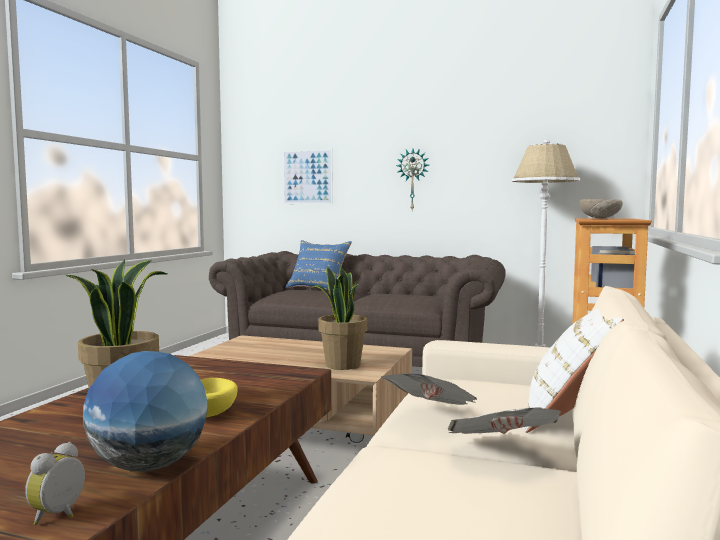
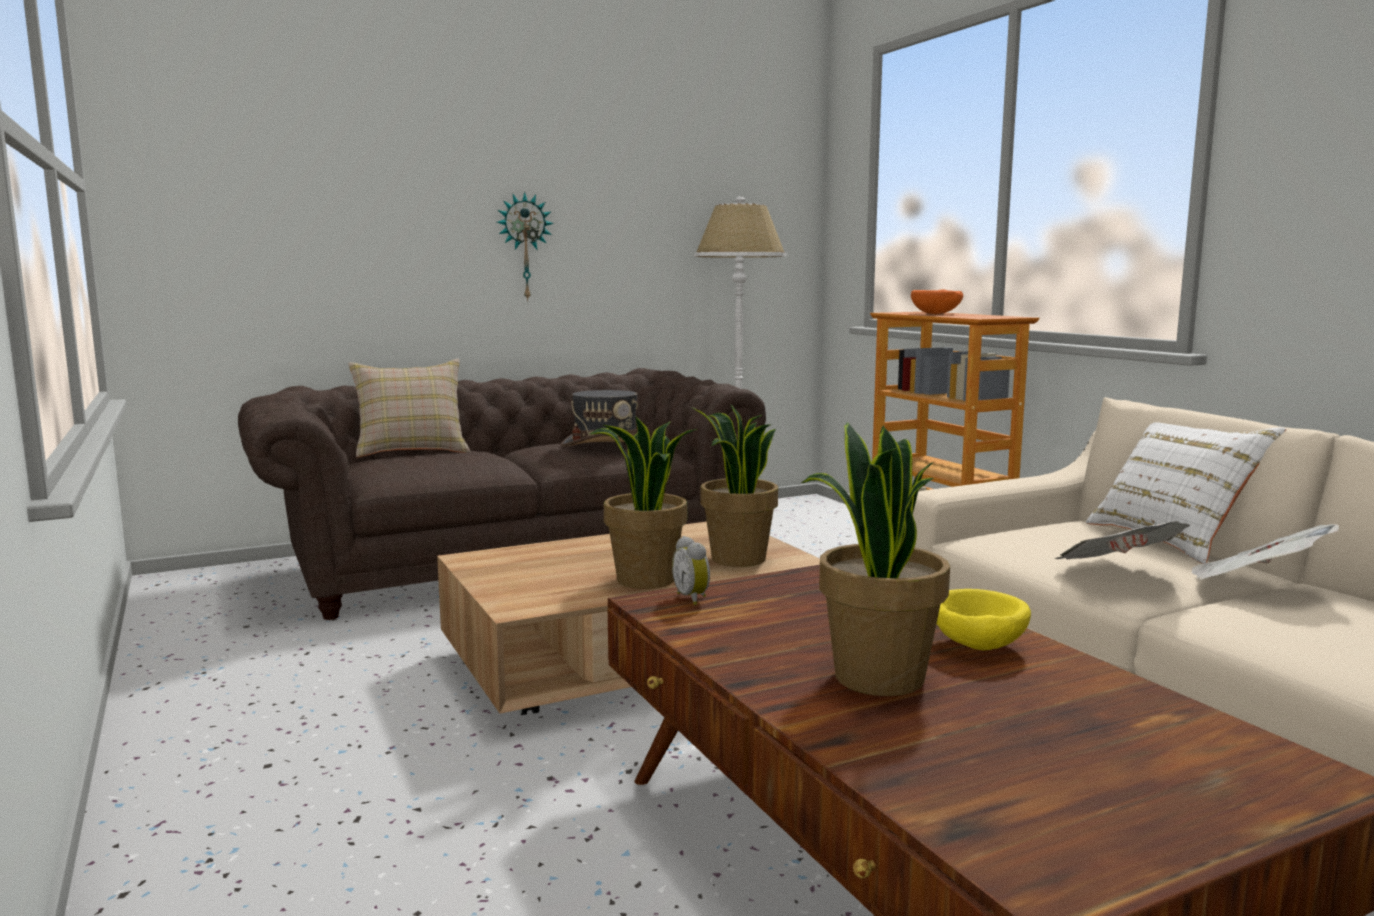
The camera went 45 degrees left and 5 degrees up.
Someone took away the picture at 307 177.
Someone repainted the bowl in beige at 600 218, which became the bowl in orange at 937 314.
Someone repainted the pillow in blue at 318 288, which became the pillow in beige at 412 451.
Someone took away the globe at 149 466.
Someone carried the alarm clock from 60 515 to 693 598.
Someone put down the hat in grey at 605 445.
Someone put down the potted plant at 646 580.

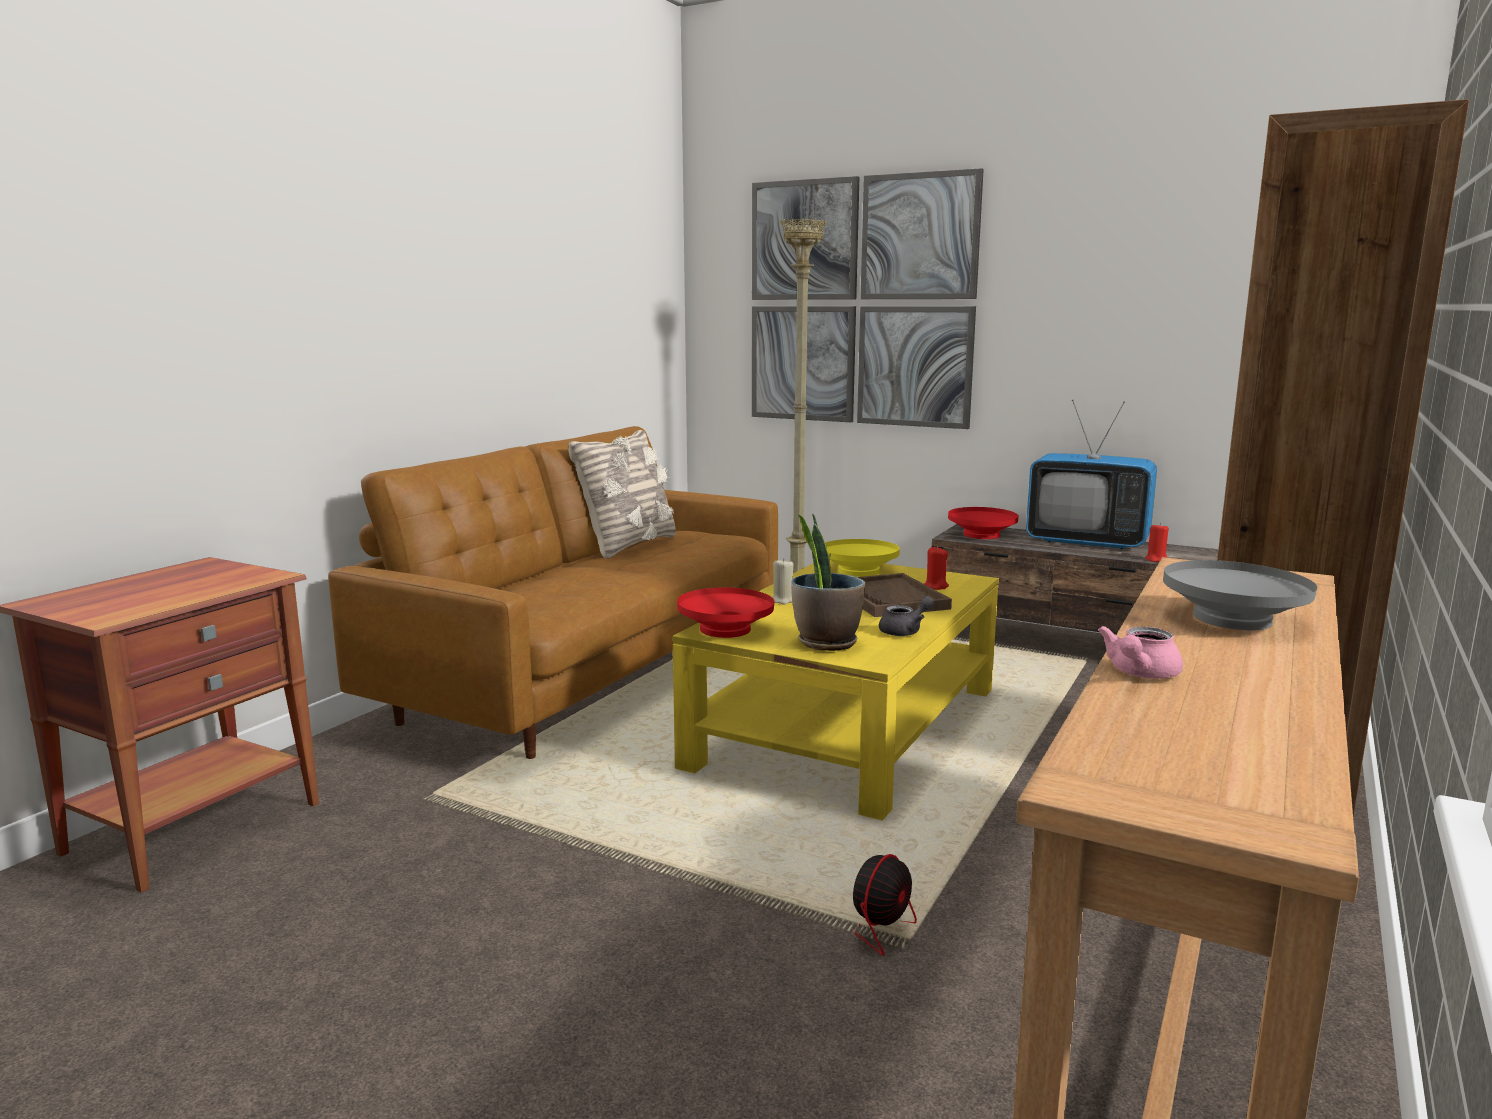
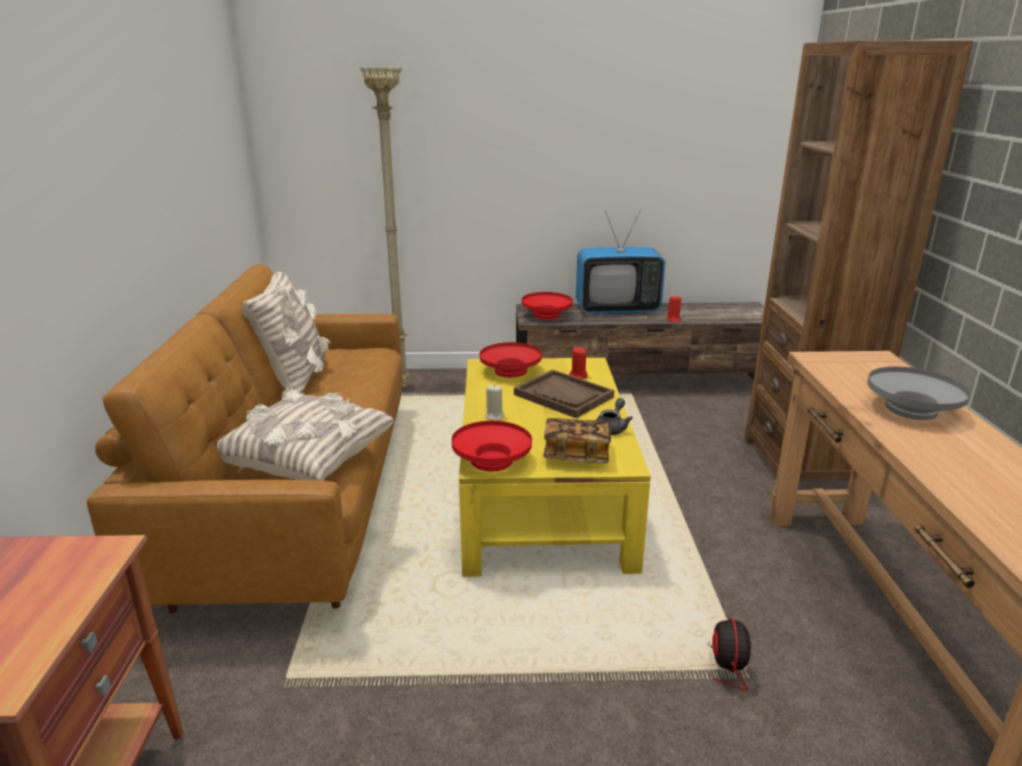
The camera went 30 degrees left and 10 degrees up.
Someone took away the picture at 859 302.
Someone swapped the potted plant at 826 643 for the book at 576 455.
Someone repainted the bowl in yellow at 858 571, which became the bowl in red at 510 371.
Someone took away the teapot in pink at 1139 674.
Someone put down the pillow in beige at 308 460.

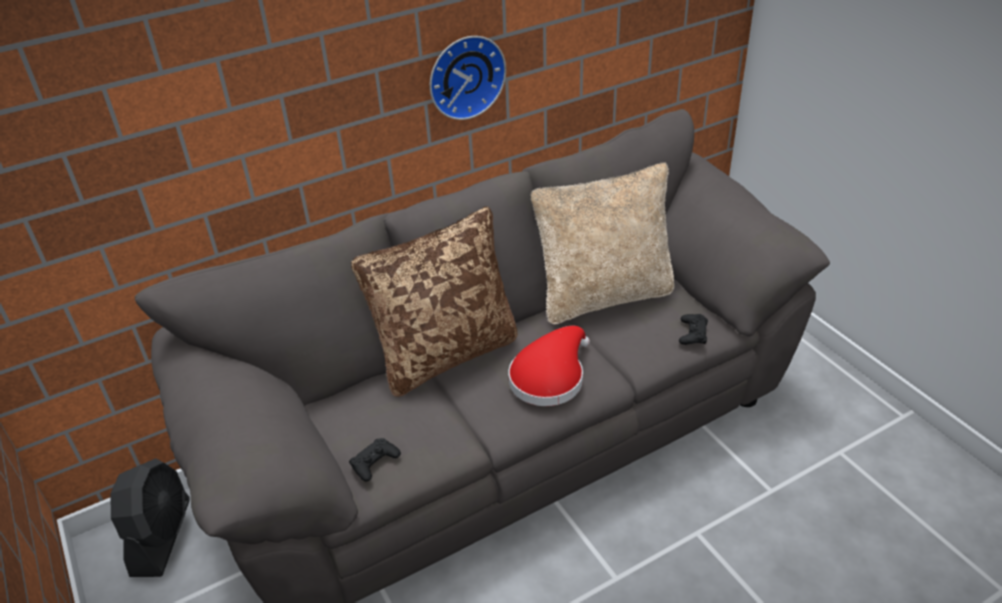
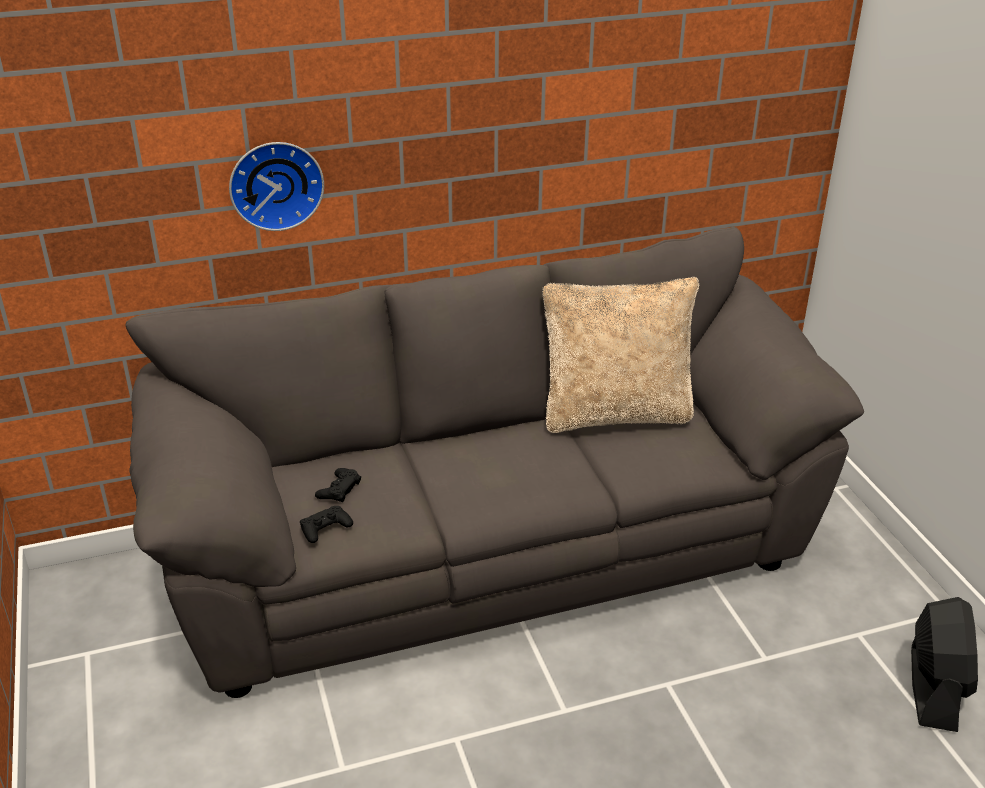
The camera went 10 degrees right and 5 degrees down.
Someone carried the wall clock from 465 76 to 275 184.
Someone took away the pillow in brown at 449 357.
Someone carried the game controller in black from 693 333 to 339 489.
Someone took away the hat in red at 549 377.
Someone carried the fan in black from 161 536 to 933 688.

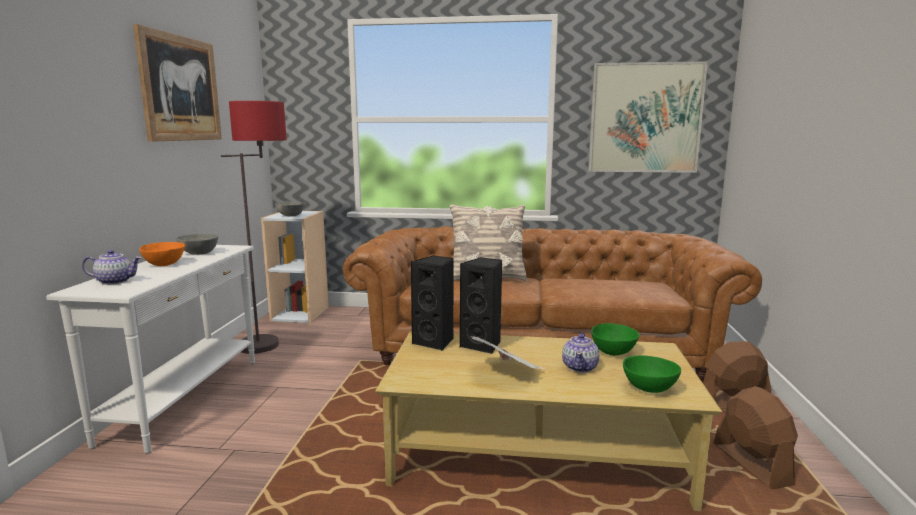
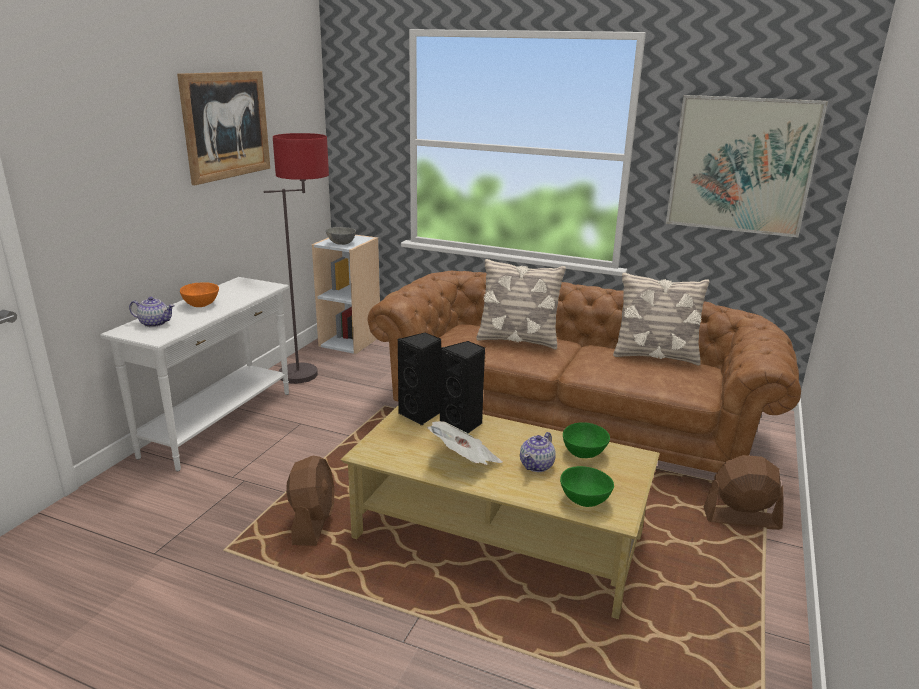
The camera went 15 degrees right and 10 degrees up.
Someone took away the bowl in grey at 198 253.
Someone carried the fan in brown from 751 464 to 313 522.
Someone put down the pillow in beige at 655 357.

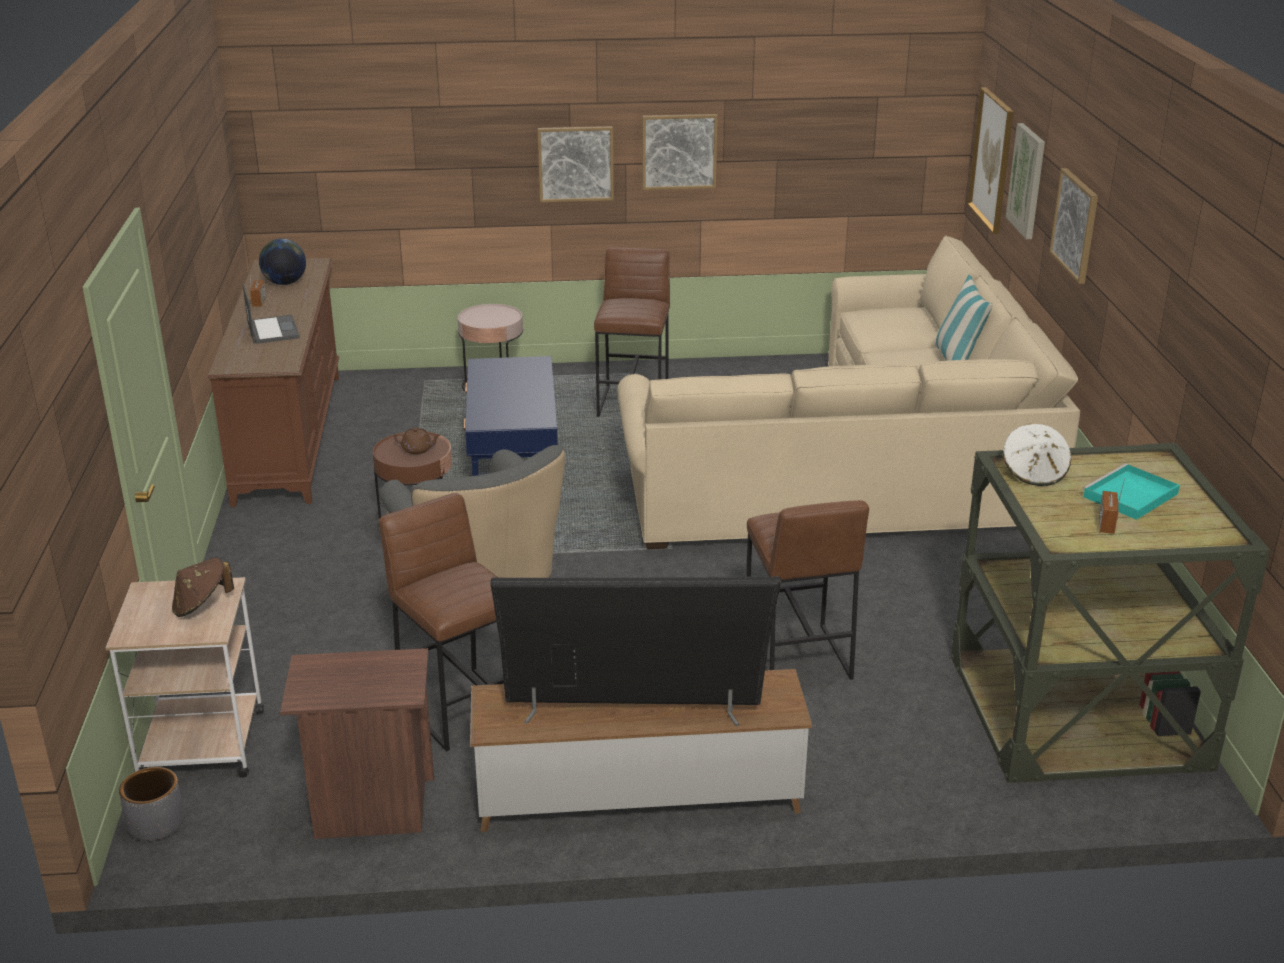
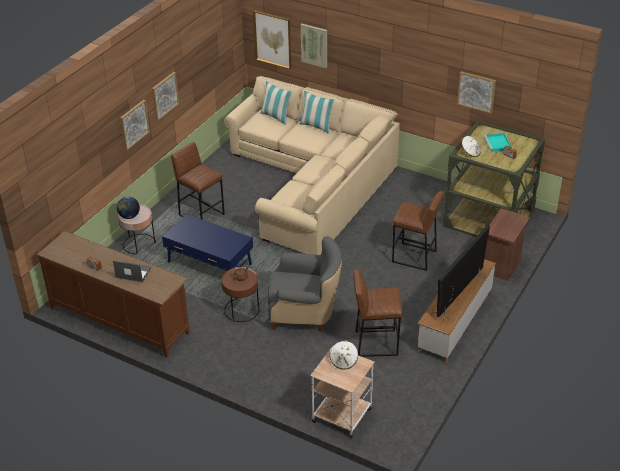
The camera went 55 degrees left and 10 degrees up.
Someone carried the picture from 1075 225 to 476 92.
Someone carried the globe from 285 283 to 129 216.
Someone repainted the hat in brown at 201 605, which became the hat in white at 344 361.
Someone carried the nightstand in brown from 369 808 to 501 267.
Someone took away the planter in grey at 155 824.
Someone put down the pillow at 276 117.

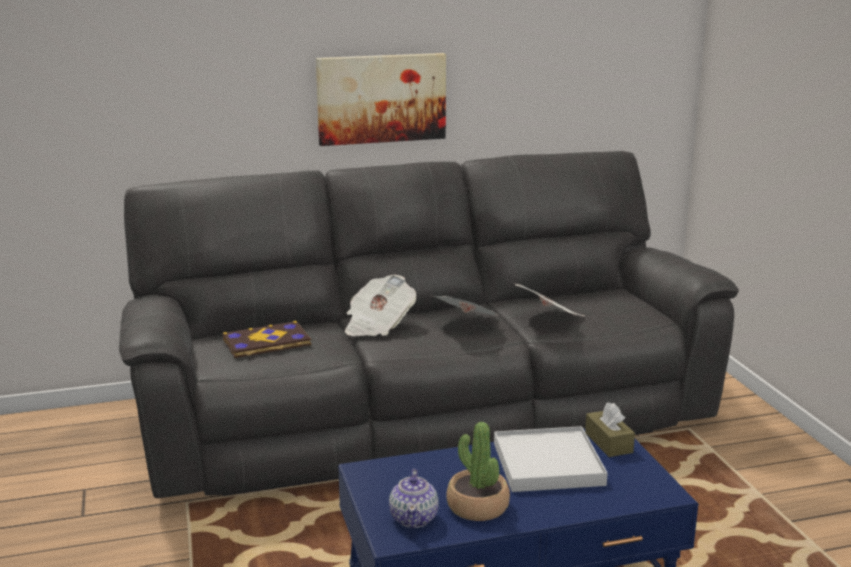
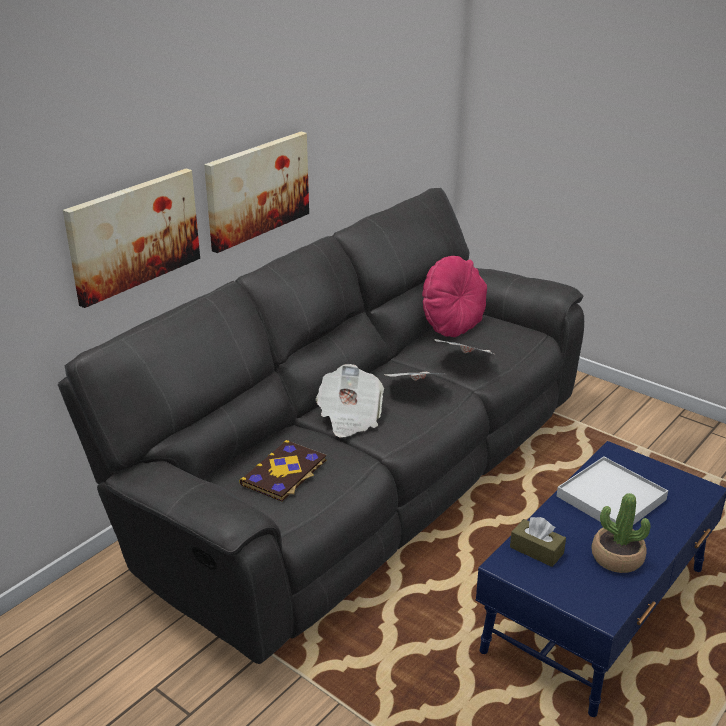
The camera went 35 degrees left and 10 degrees up.
Someone carried the tissue box in brown from 608 442 to 536 550.
Someone took away the teapot at 414 518.
Someone put up the picture at 133 235.
Someone put down the pillow in pink at 452 328.

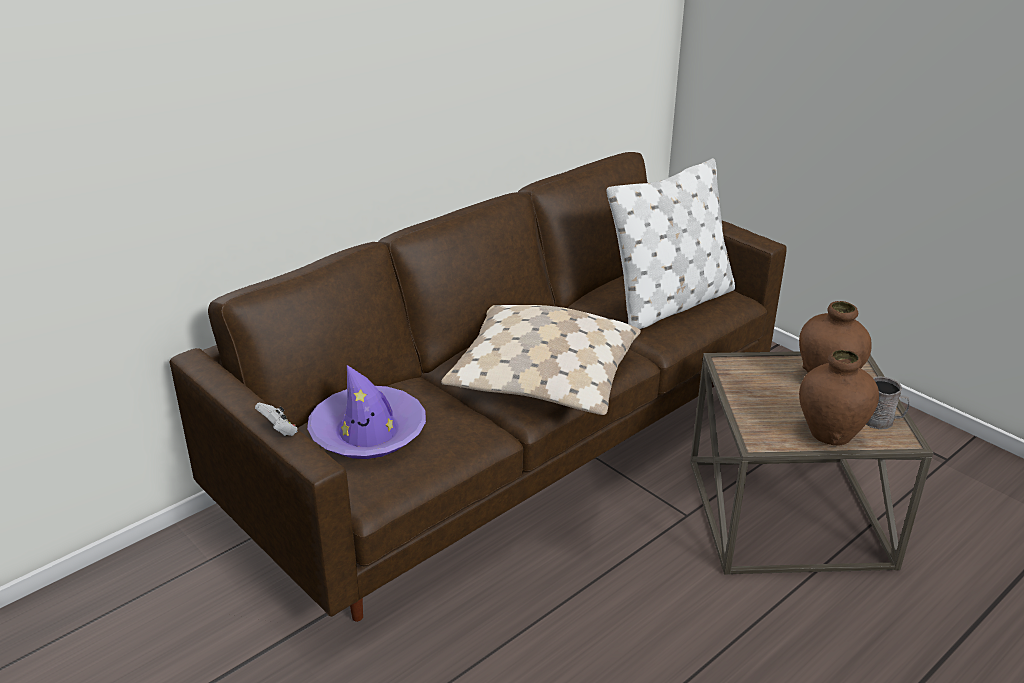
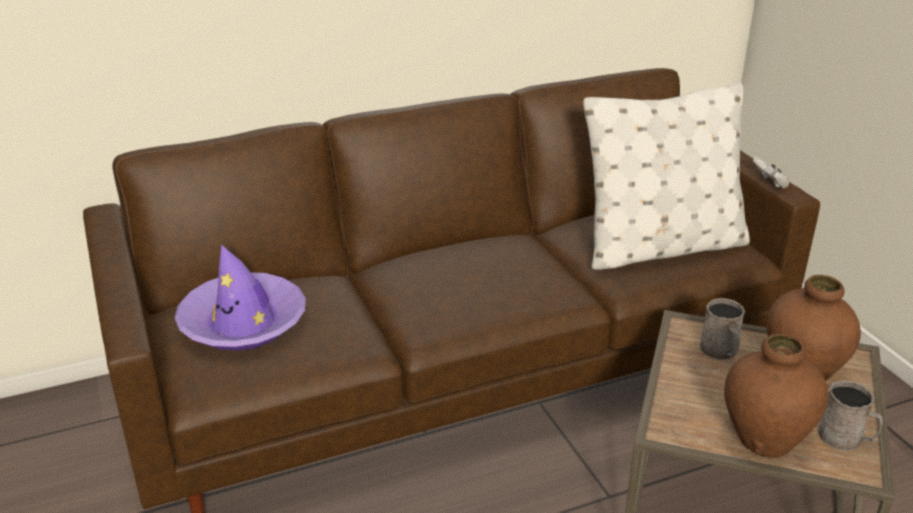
The camera went 20 degrees right and 0 degrees up.
Someone took away the pillow in beige at 543 379.
Someone carried the game controller in white from 279 430 to 770 183.
Someone put down the mug in grey at 721 352.

